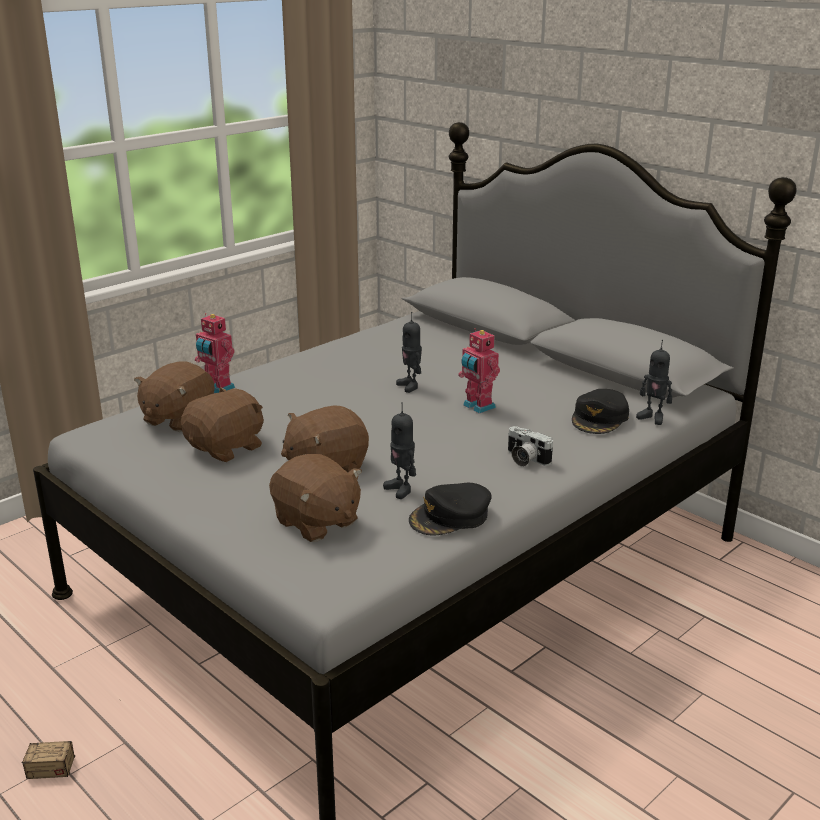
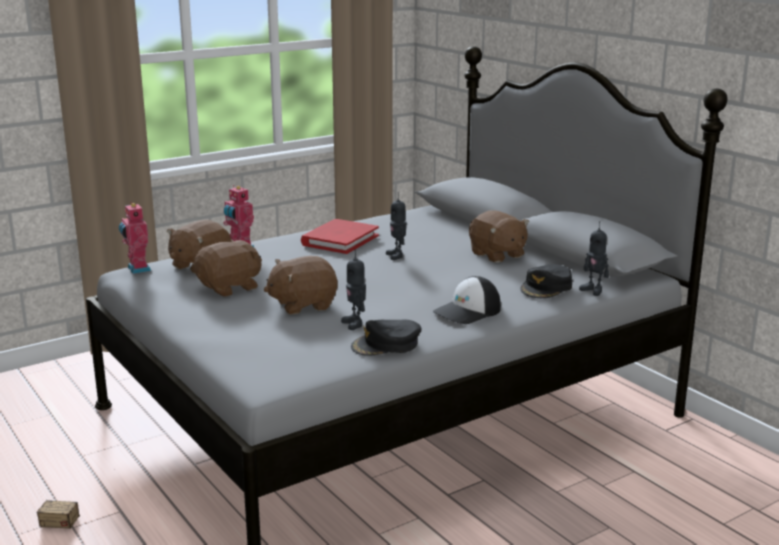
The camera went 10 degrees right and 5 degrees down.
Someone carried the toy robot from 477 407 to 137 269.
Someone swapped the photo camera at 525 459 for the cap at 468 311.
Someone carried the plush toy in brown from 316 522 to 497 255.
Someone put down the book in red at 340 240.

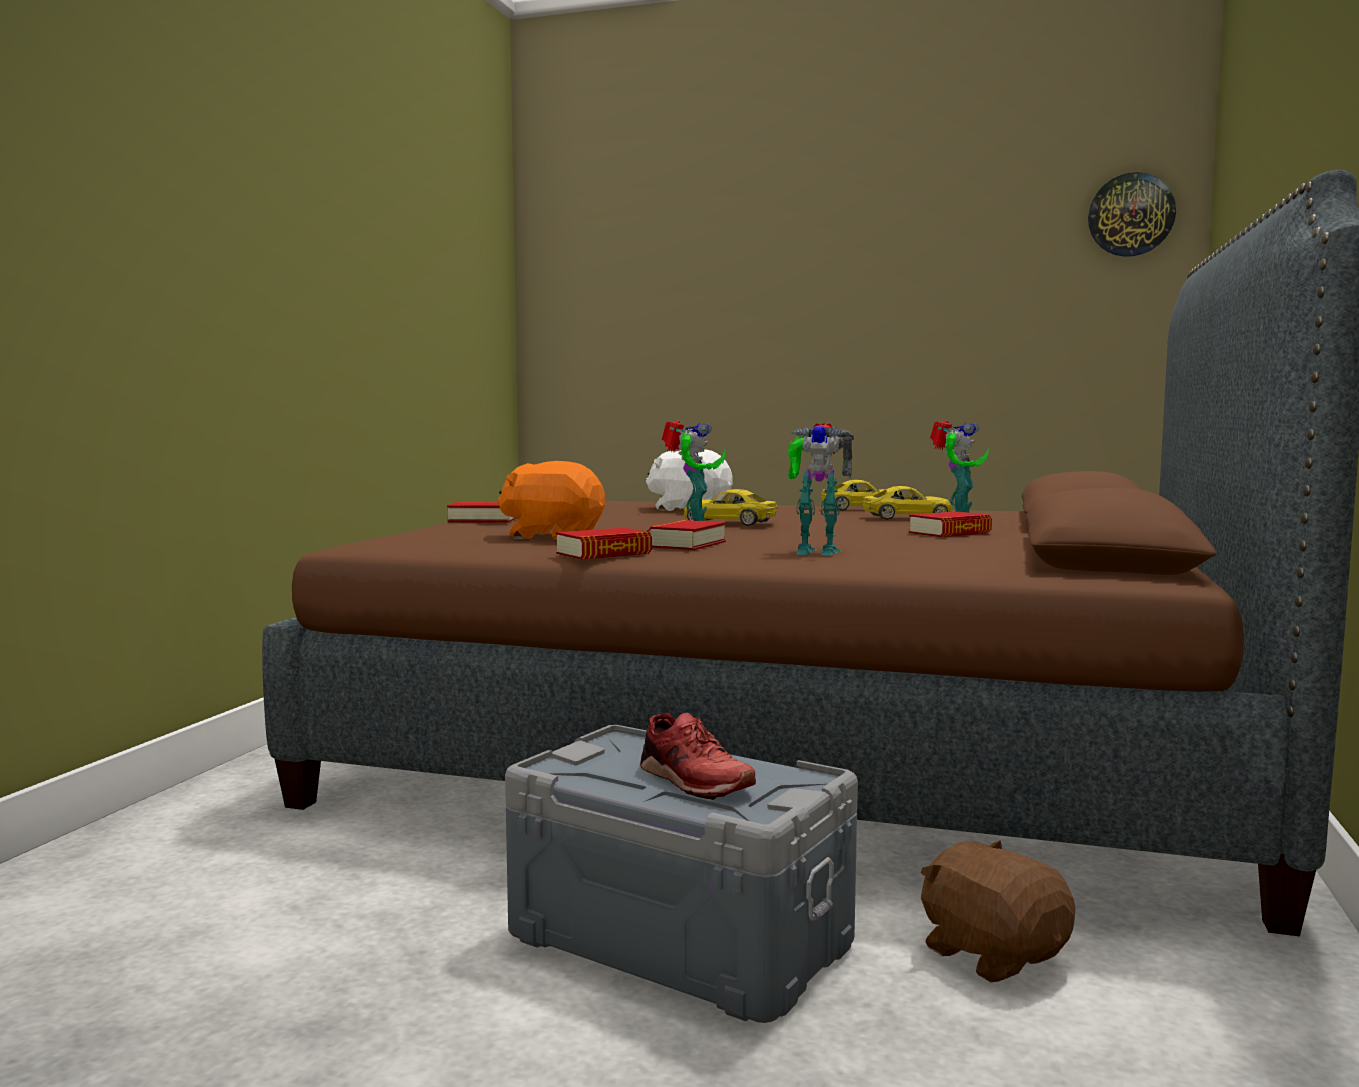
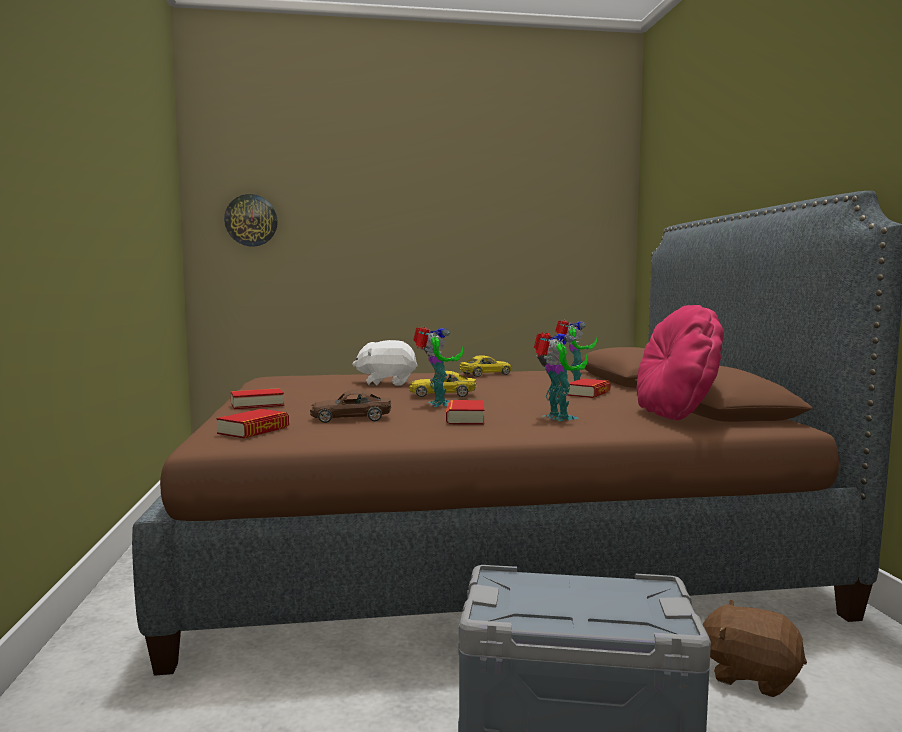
The camera went 25 degrees left and 0 degrees up.
Someone carried the wall clock from 1131 215 to 251 220.
Someone rotated the toy robot at 815 551 by 105 degrees counterclockwise.
Someone swapped the plush toy in orange at 552 536 for the toy car in brown at 351 418.
Someone took away the toy car in yellow at 906 517.
Someone carried the book from 604 553 to 253 430.
Someone took away the shoe in red at 693 780.
Someone put down the pillow in pink at 675 416.

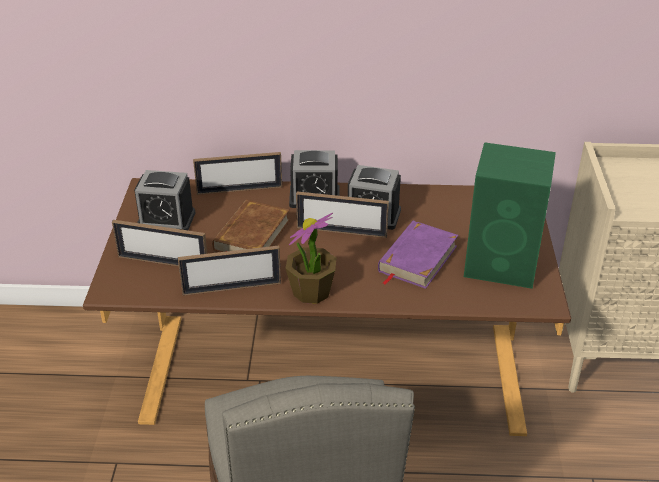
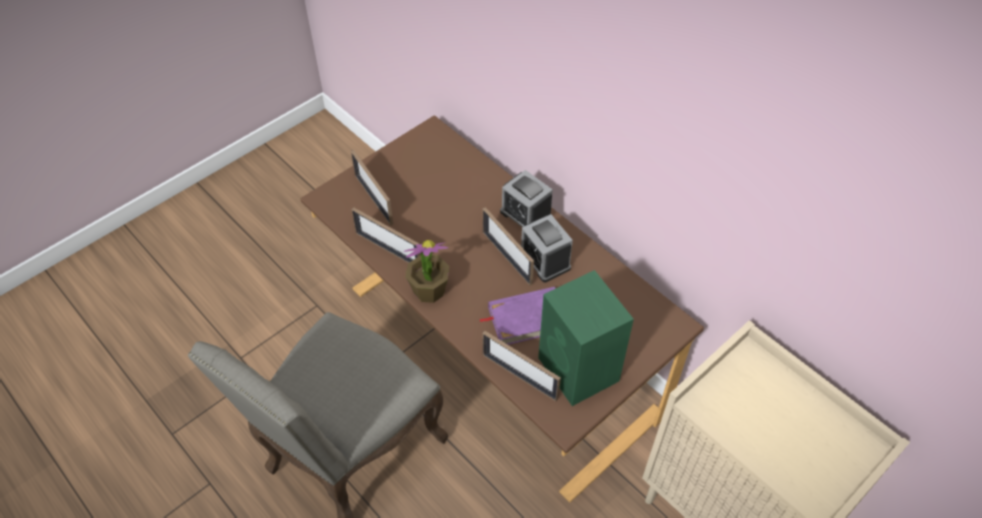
The camera went 45 degrees right and 15 degrees up.
Someone carried the picture frame from 239 190 to 519 376.
Someone took away the alarm clock at 166 220.
Someone took away the book in brown at 251 235.

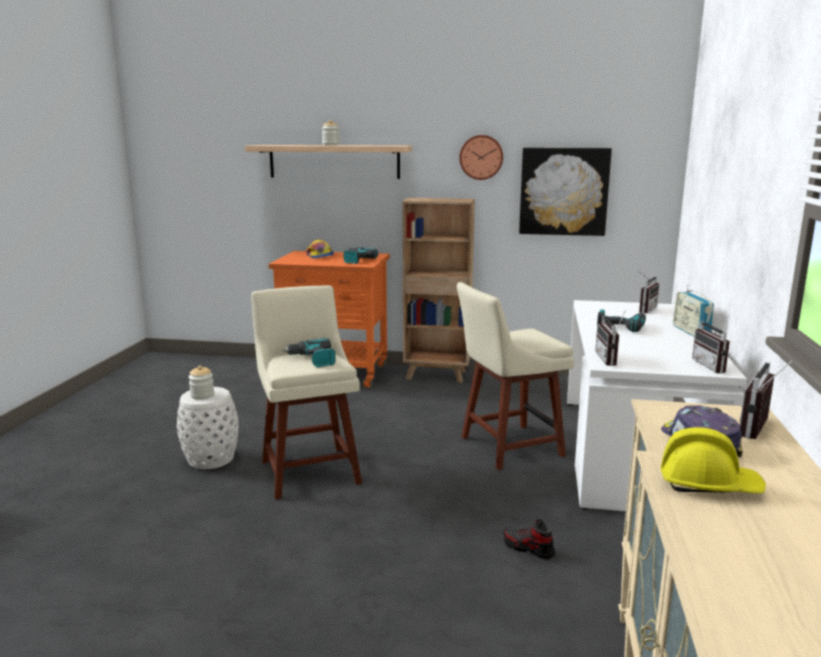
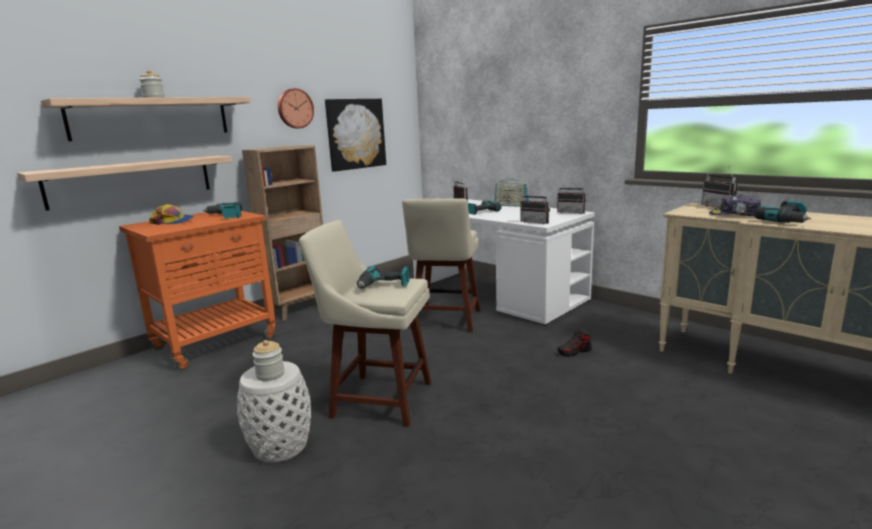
The camera went 55 degrees left and 0 degrees up.
Someone swapped the hard hat in yellow at 708 485 for the power drill at 787 221.
Someone put up the shelf at 131 181.

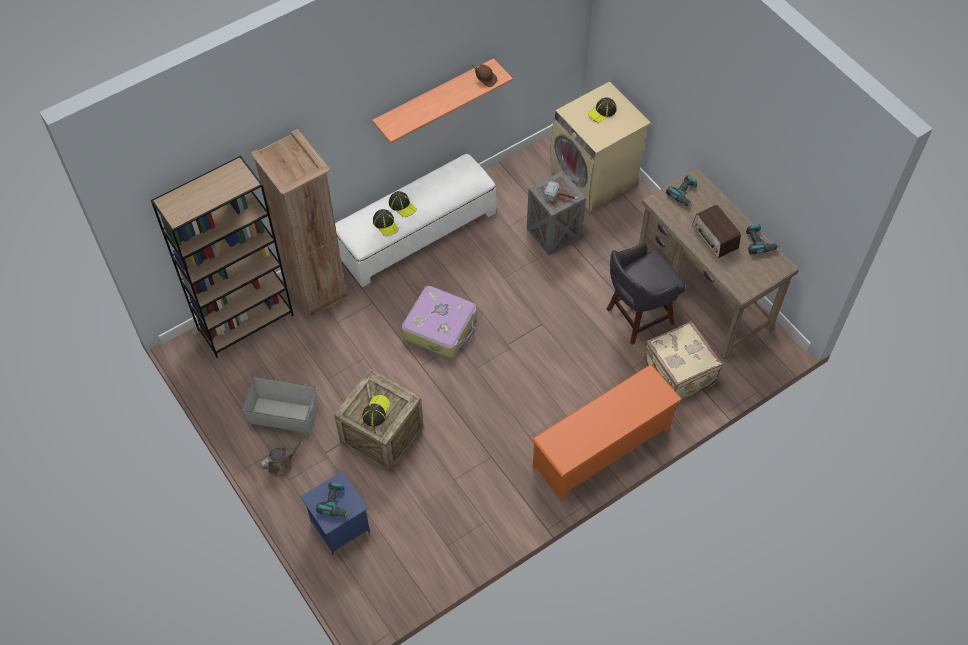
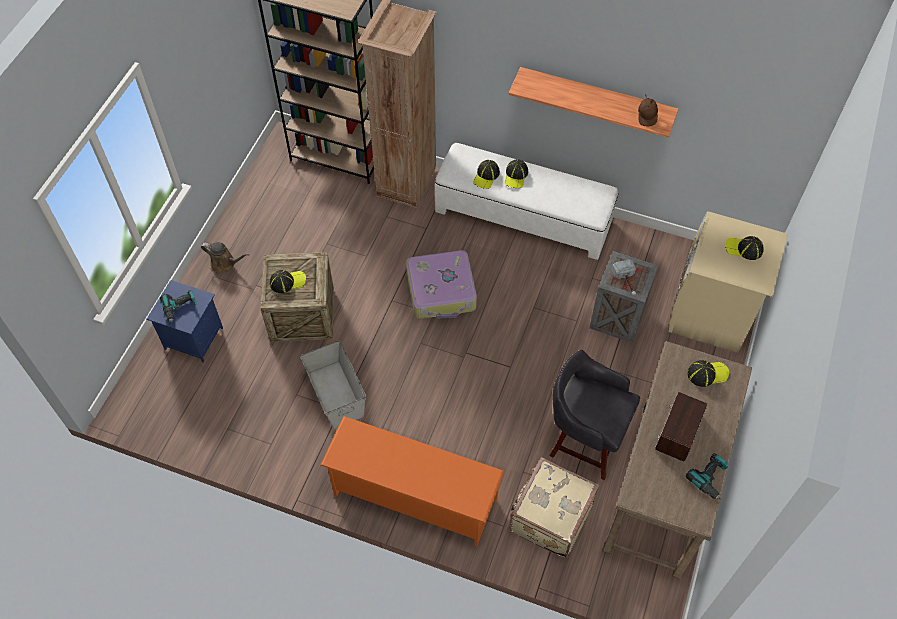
The camera went 55 degrees right and 0 degrees up.
Someone swapped the power drill at 684 194 for the cap at 707 373.
Someone carried the storage box in grey from 283 414 to 336 393.

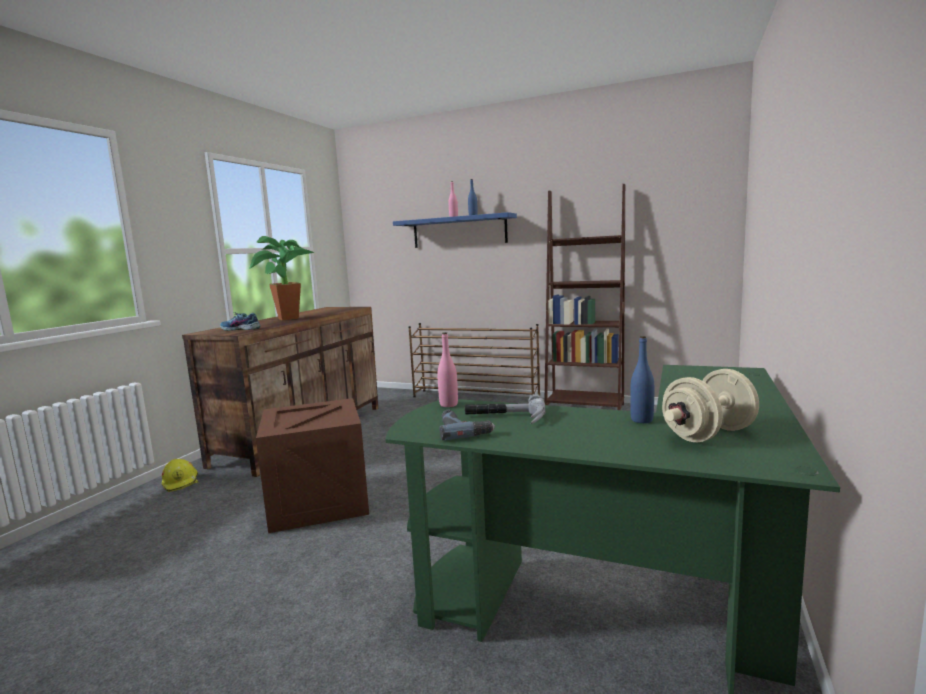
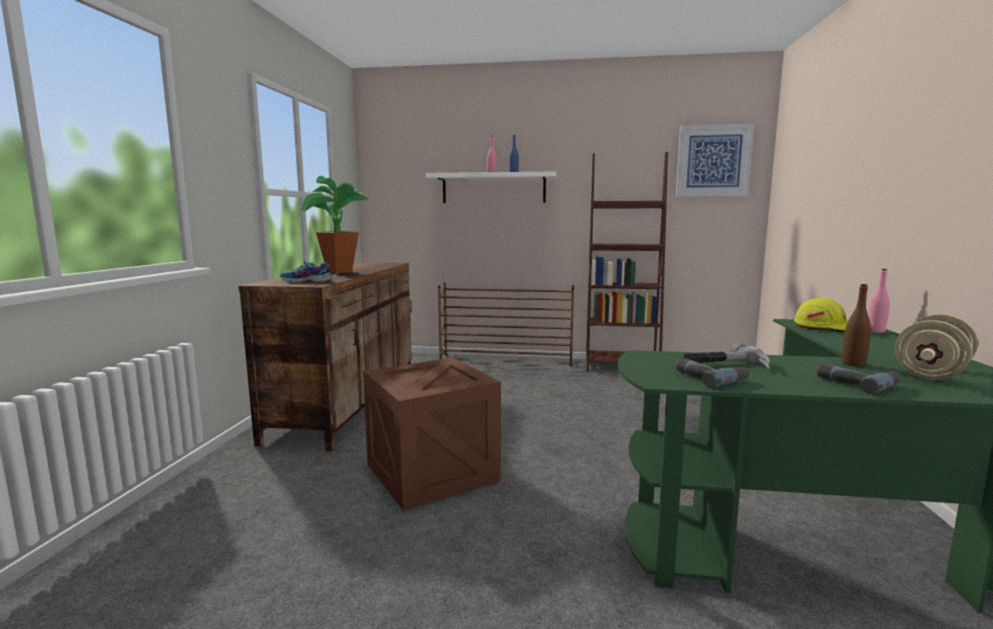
The camera went 15 degrees left and 0 degrees up.
Someone repainted the shelf in blue at 459 231, which became the shelf in white at 493 188.
Someone carried the bottle in pink from 448 404 to 875 331.
Someone repainted the bottle in blue at 641 420, which became the bottle in brown at 853 364.
Someone carried the hard hat in yellow from 181 482 to 823 327.
Someone put up the picture at 713 161.
Someone put down the power drill at 856 383.

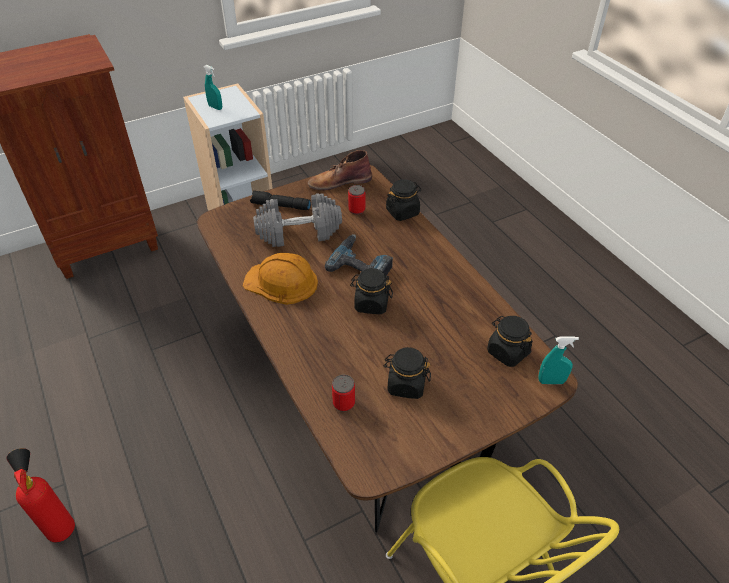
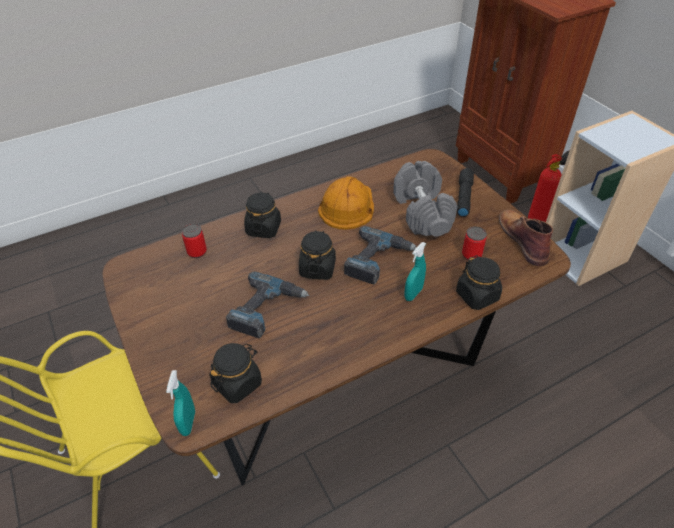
The camera went 90 degrees right and 0 degrees up.
Someone carried the spray bottle in turquoise from 215 107 to 413 294.
Someone carried the jar in black from 406 384 to 263 228.
Someone carried the fire extinguisher from 60 525 to 540 219.
Someone put down the power drill at 266 310.

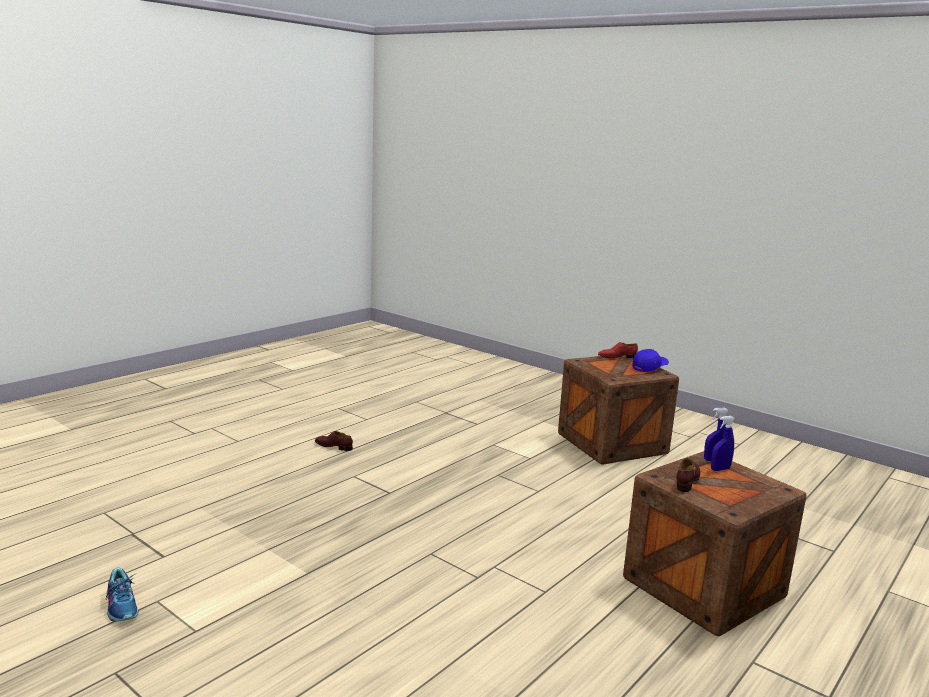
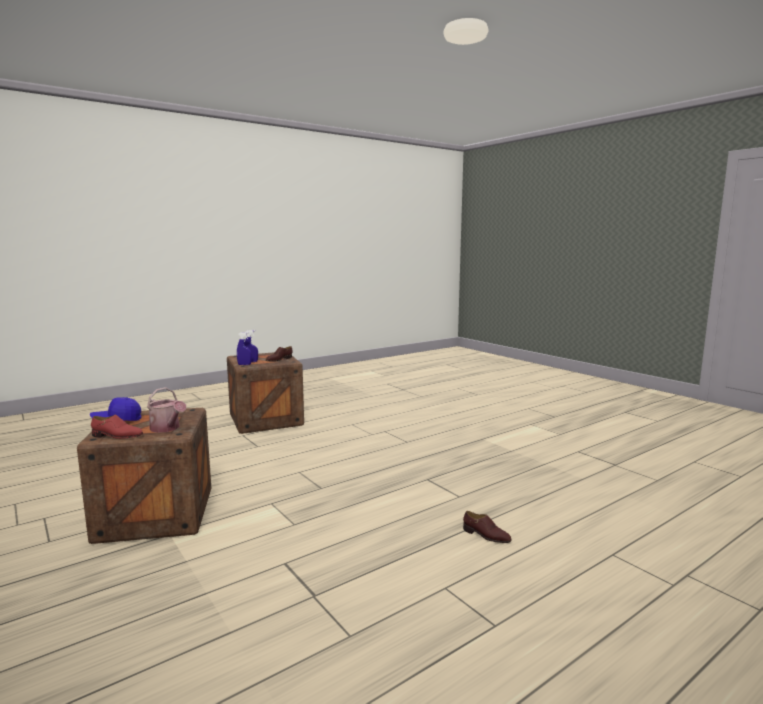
The camera went 165 degrees left and 5 degrees down.
Someone took away the shoe at 122 605.
Someone put down the watering can at 167 428.

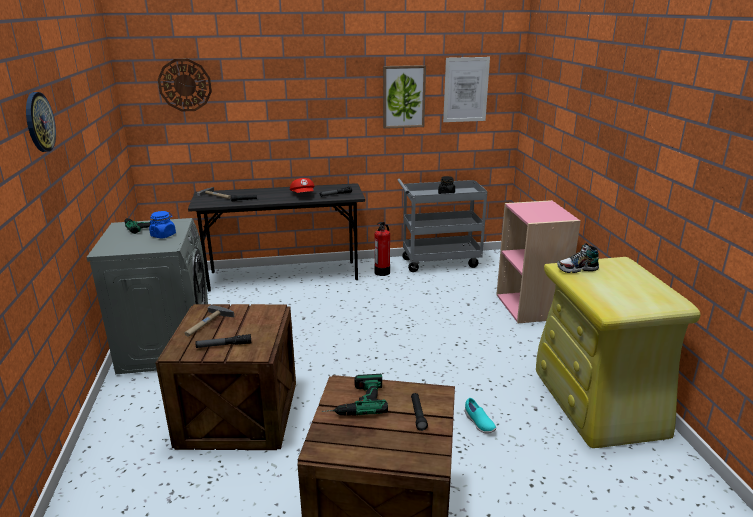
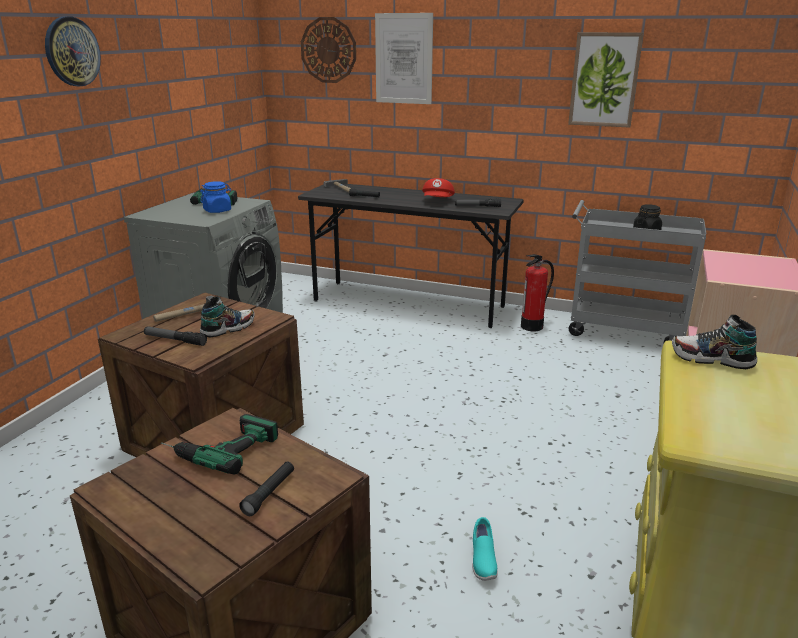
The camera went 30 degrees right and 0 degrees up.
Someone carried the picture from 466 89 to 404 59.
Someone put down the shoe at 228 328.

